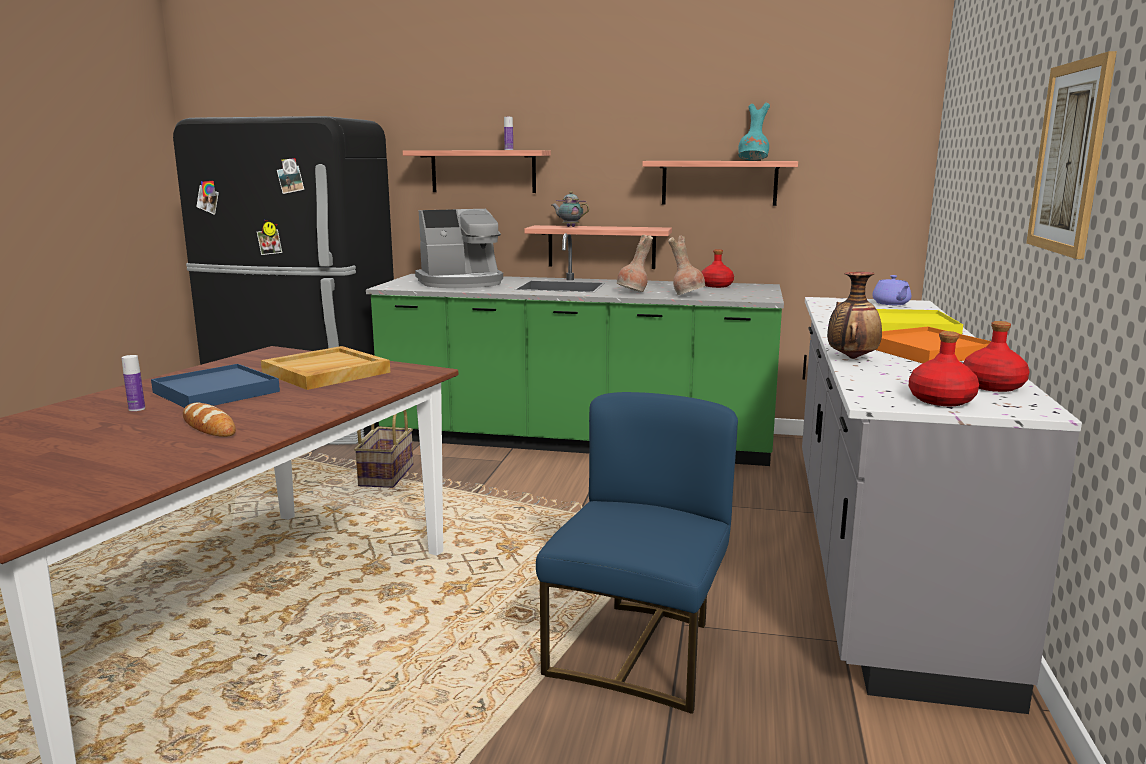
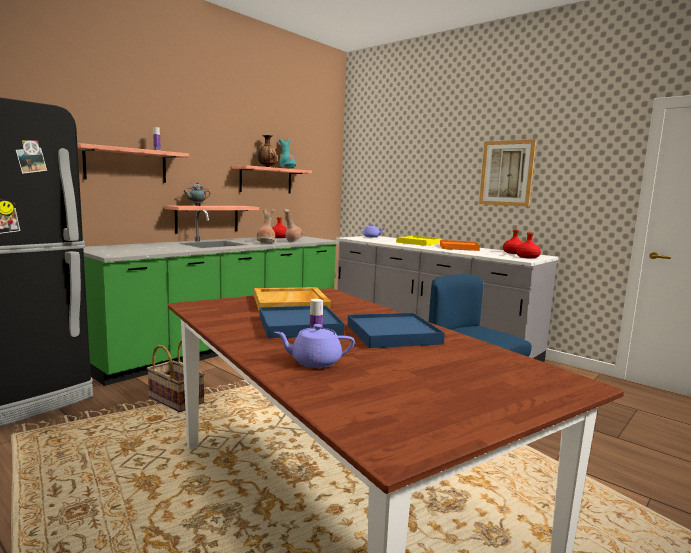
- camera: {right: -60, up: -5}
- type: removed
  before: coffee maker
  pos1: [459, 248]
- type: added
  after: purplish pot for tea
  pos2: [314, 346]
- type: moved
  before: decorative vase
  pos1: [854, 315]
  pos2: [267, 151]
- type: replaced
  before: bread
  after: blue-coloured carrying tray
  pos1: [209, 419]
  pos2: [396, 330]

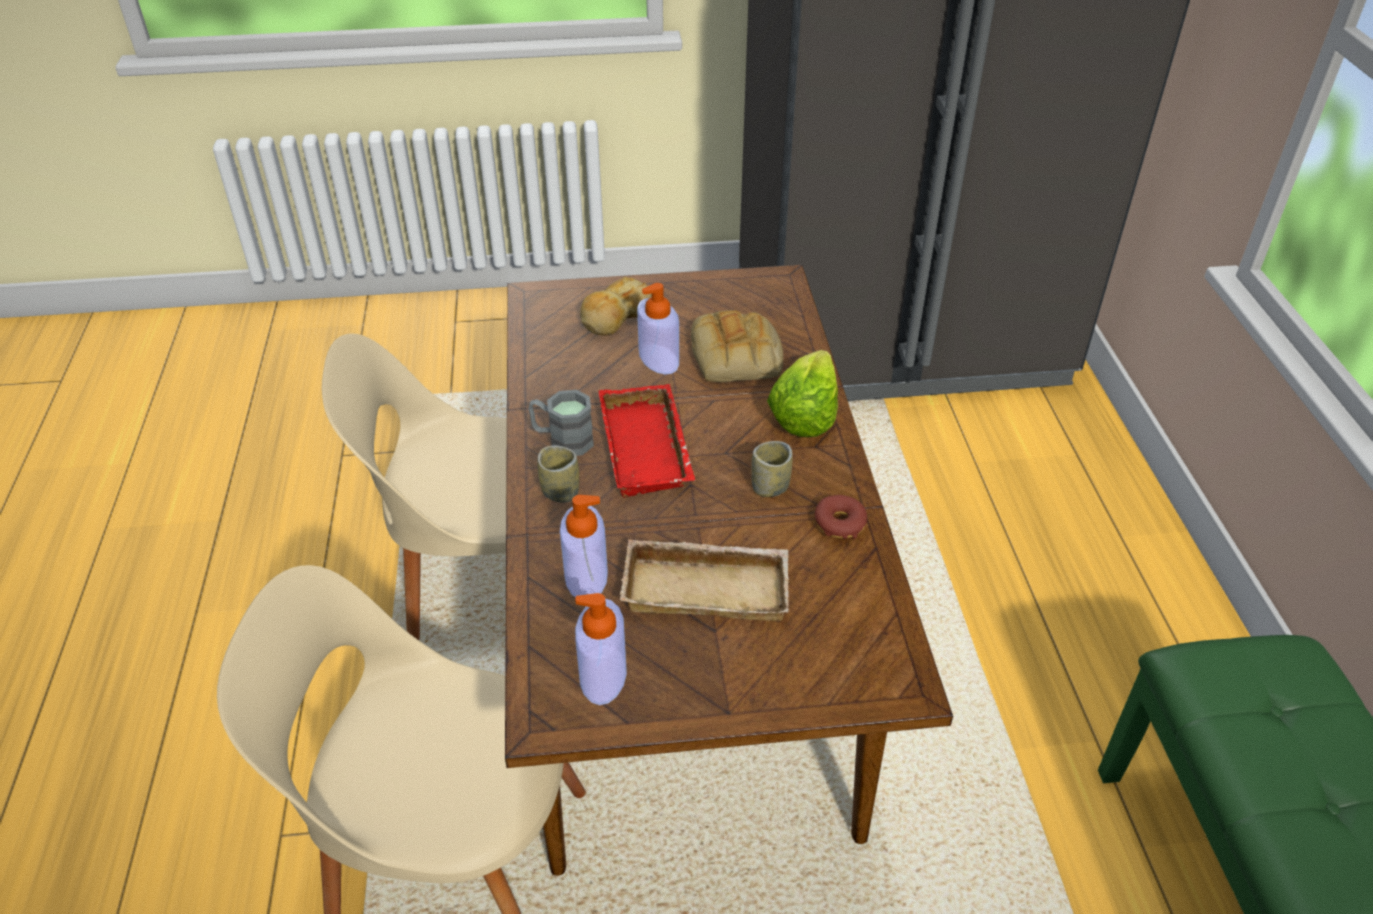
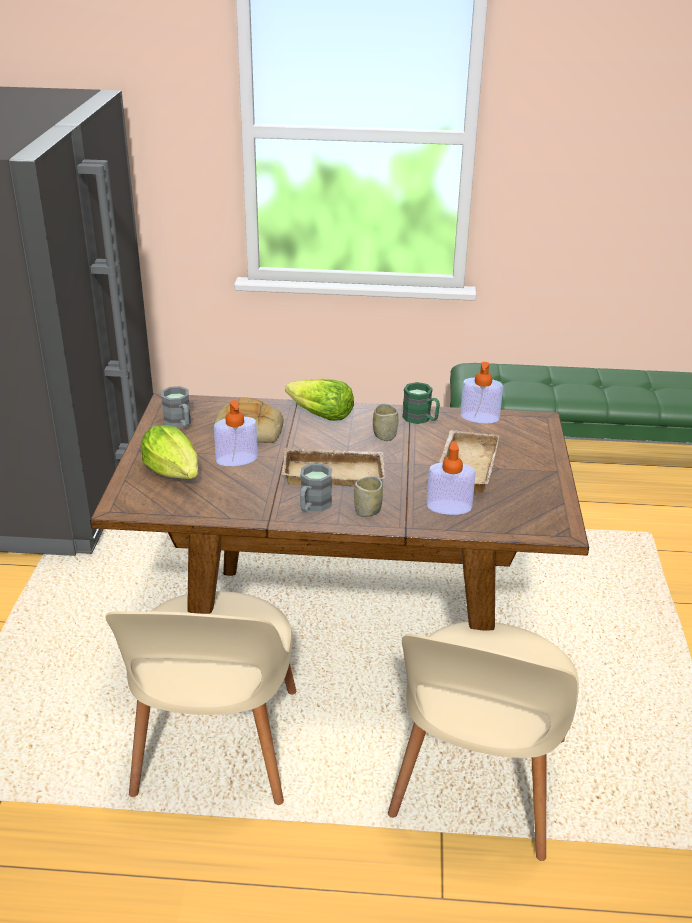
- camera: {right: -80, up: -10}
- type: added
  after: gray coffee mug
  pos2: [176, 407]
- type: moved
  before: soap dispenser
  pos1: [601, 649]
  pos2: [481, 392]
- type: replaced
  before: bread
  after: lettuce head
  pos1: [616, 306]
  pos2: [170, 452]
- type: replaced
  before: donut
  after: greenish coffee mug
  pos1: [841, 517]
  pos2: [421, 403]
- type: recoloured
  before: red-coloured carrying tray
  after: beige-coloured carrying tray
  pos1: [647, 441]
  pos2: [333, 467]

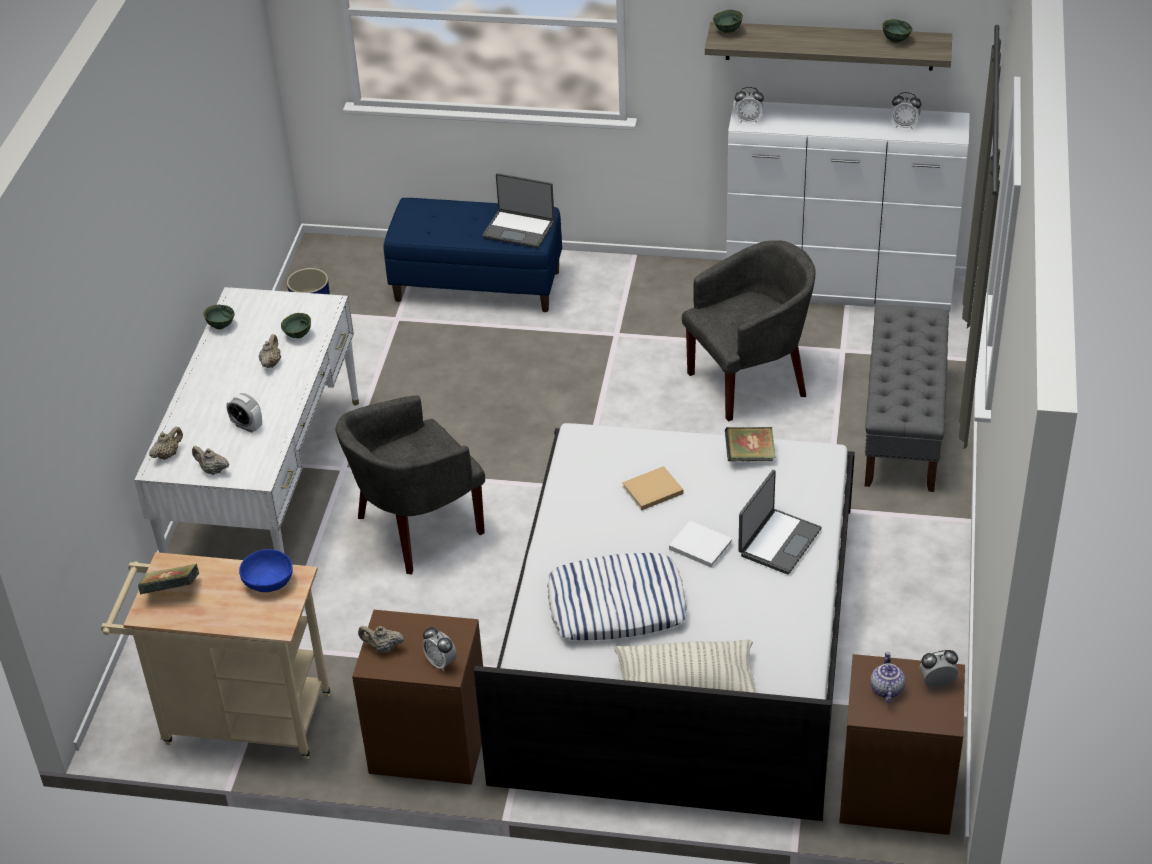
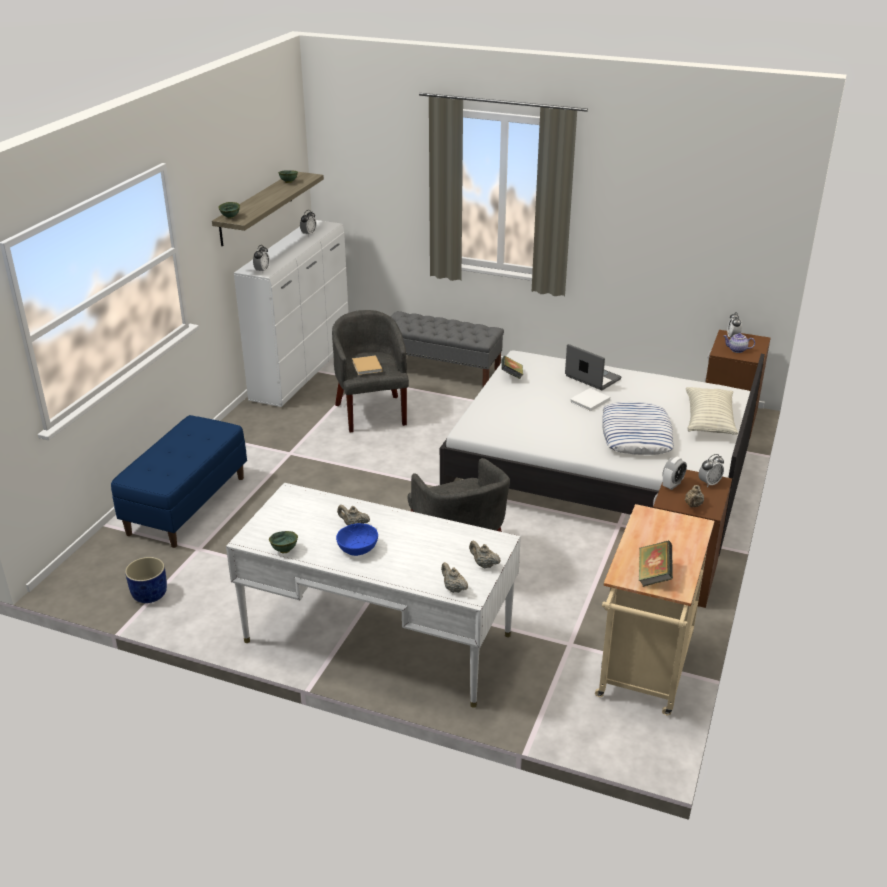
- camera: {right: -80, up: -10}
- type: removed
  before: greenish serving bowl
  pos1: [296, 326]
- type: removed
  before: portable computer
  pos1: [518, 210]
- type: moved
  before: alarm clock
  pos1: [244, 413]
  pos2: [674, 473]
- type: moved
  before: blue-coloured serving bowl
  pos1: [266, 570]
  pos2: [357, 539]
- type: moved
  before: beige-coloured volume
  pos1: [653, 488]
  pos2: [367, 365]
- type: turned
  before: beige-coloured pot for tea
  pos1: [210, 460]
  pos2: [485, 555]
  turn: 90

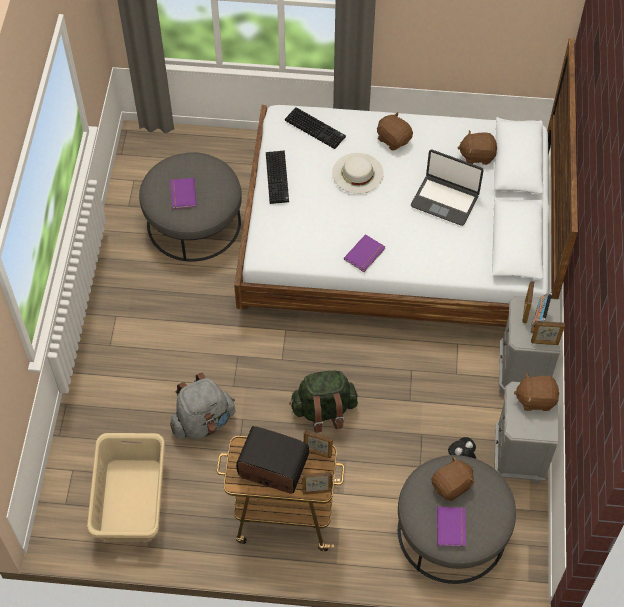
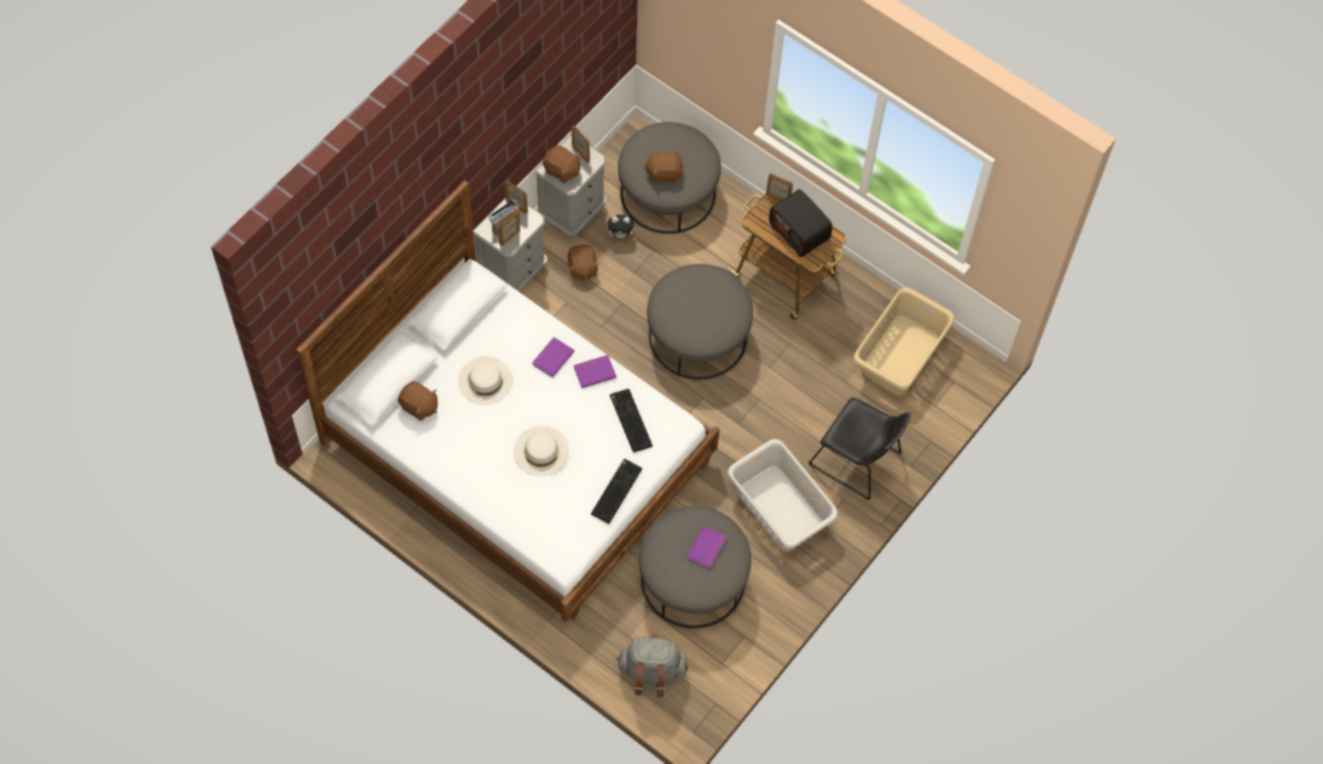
- camera: {right: -150, up: 5}
- type: added
  after: gray laundry basket
  pos2: [782, 494]
- type: added
  after: black plain chair
  pos2: [859, 448]
- type: moved
  before: gray backpack
  pos1: [202, 406]
  pos2: [652, 665]
- type: moved
  before: keyboard
  pos1: [315, 128]
  pos2: [631, 421]
- type: moved
  before: standing frame
  pos1: [318, 444]
  pos2: [580, 144]
- type: moved
  before: brown plush toy
  pos1: [395, 131]
  pos2: [584, 263]
- type: moved
  before: purplish volume
  pos1: [451, 527]
  pos2: [553, 357]
- type: replaced
  before: greenish backpack
  after: gray footrest
  pos1: [323, 401]
  pos2: [700, 322]
- type: replaced
  before: portable computer
  after: whitish hat
  pos1: [447, 188]
  pos2: [485, 380]

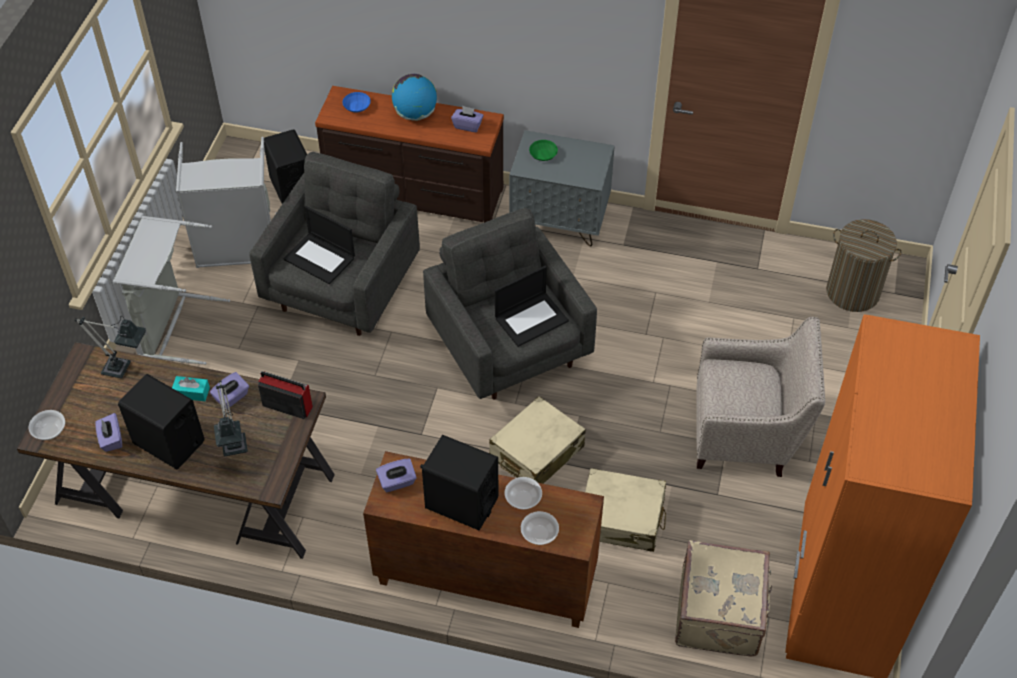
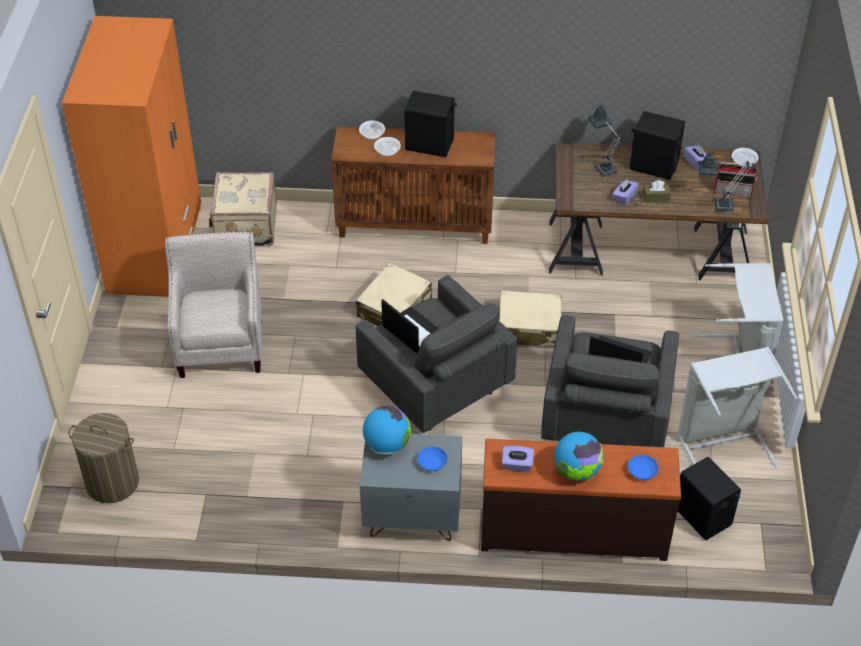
- camera: {right: 170, up: -5}
- type: removed
  before: purplish box of tissues
  pos1: [396, 475]
- type: added
  after: desk globe
  pos2: [387, 430]
- type: moved
  before: radio
  pos1: [285, 395]
  pos2: [735, 181]
- type: moved
  before: beige-coloured travel case
  pos1: [625, 510]
  pos2: [530, 318]
- type: recoloured
  before: blue-green box of tissues
  after: brown box of tissues
  pos1: [191, 388]
  pos2: [657, 191]
- type: recoloured
  before: greenish serving bowl
  after: blue-coloured serving bowl
  pos1: [543, 150]
  pos2: [432, 459]
- type: turned
  before: portable computer
  pos1: [532, 306]
  pos2: [409, 326]
  turn: 90
- type: turned
  before: beige-coloured armchair
  pos1: [761, 397]
  pos2: [213, 305]
  turn: 90

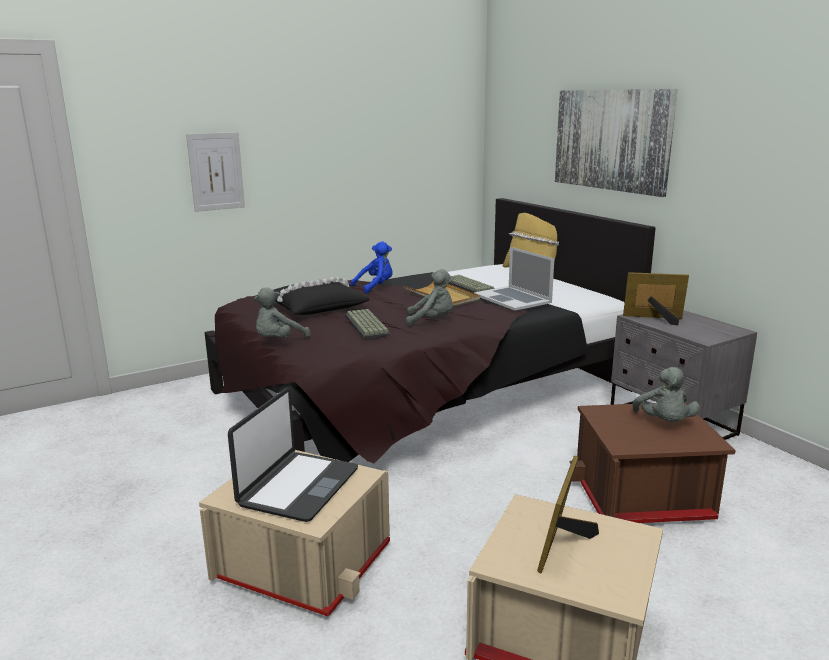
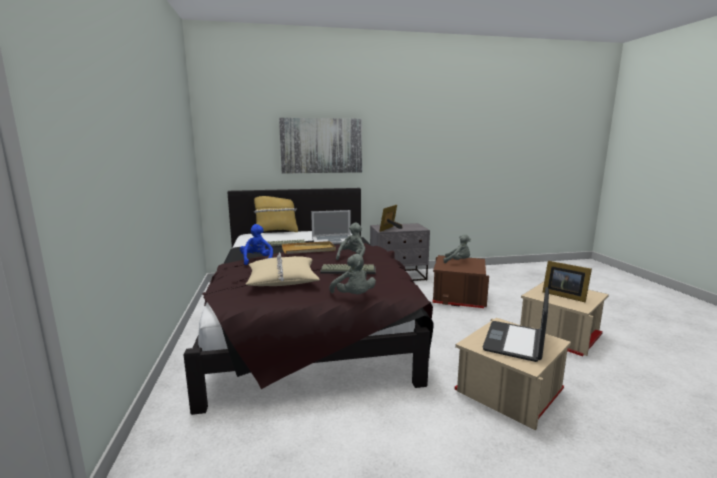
- camera: {right: -70, up: -5}
- type: removed
  before: picture
  pos1: [215, 172]
- type: recoloured
  before: black pillow
  after: beige-coloured pillow
  pos1: [322, 296]
  pos2: [282, 269]
- type: turned
  before: portable computer
  pos1: [293, 455]
  pos2: [516, 324]
  turn: -105

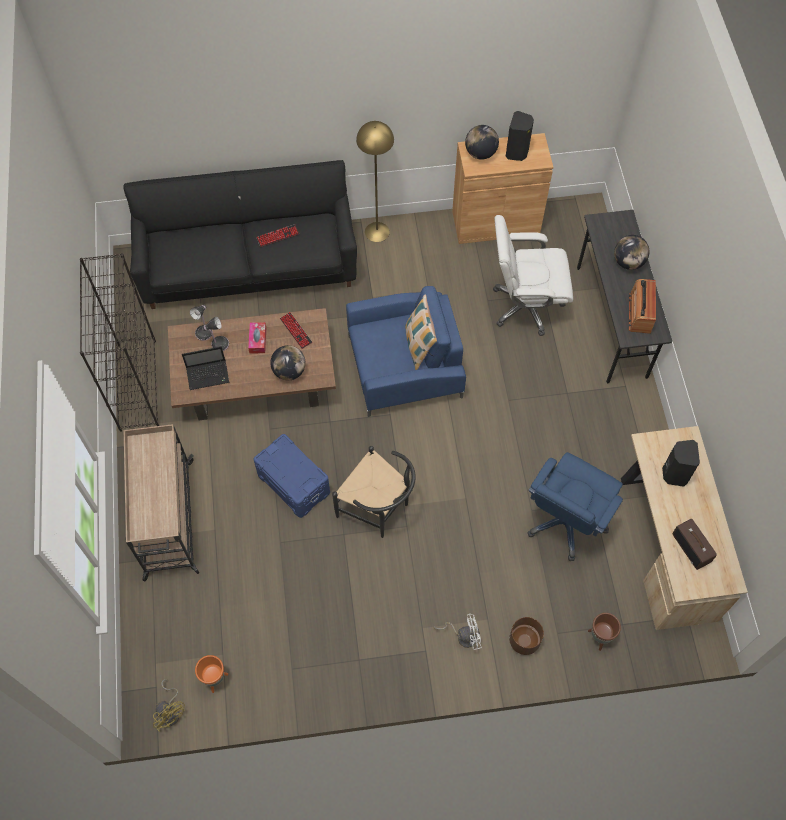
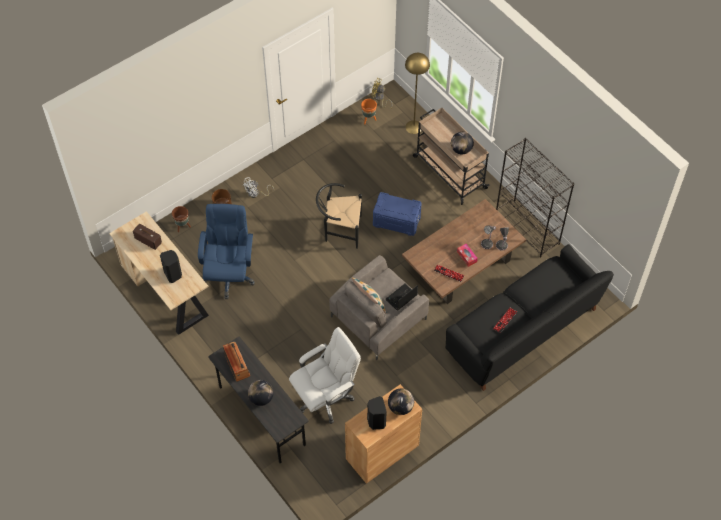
- camera: {right: 150, up: -5}
- type: moved
  before: portable computer
  pos1: [205, 368]
  pos2: [401, 297]
- type: moved
  before: desk globe
  pos1: [288, 362]
  pos2: [462, 143]
- type: moved
  before: yellow-coloured standing lamp
  pos1: [375, 181]
  pos2: [417, 93]
- type: recoloured
  before: blue-coloured armchair
  after: gray armchair
  pos1: [406, 351]
  pos2: [379, 307]

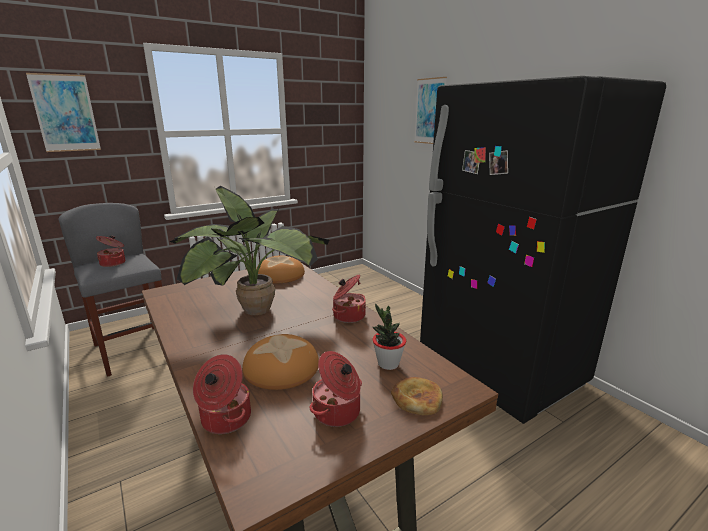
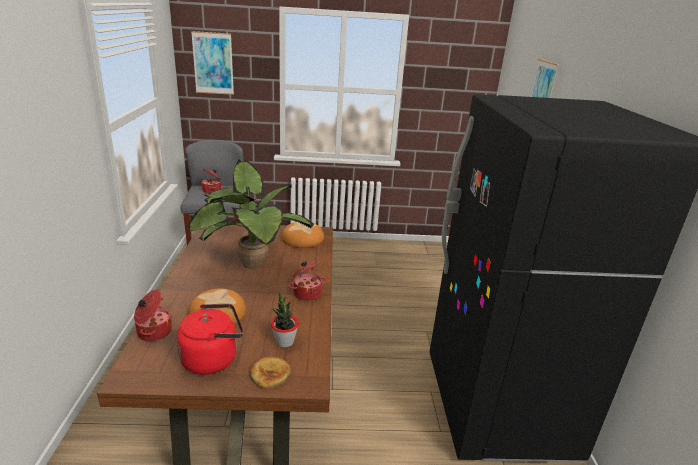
- camera: {right: 30, up: 5}
- type: replaced
  before: cooking pot
  after: red-coloured tea kettle
  pos1: [335, 389]
  pos2: [210, 339]

